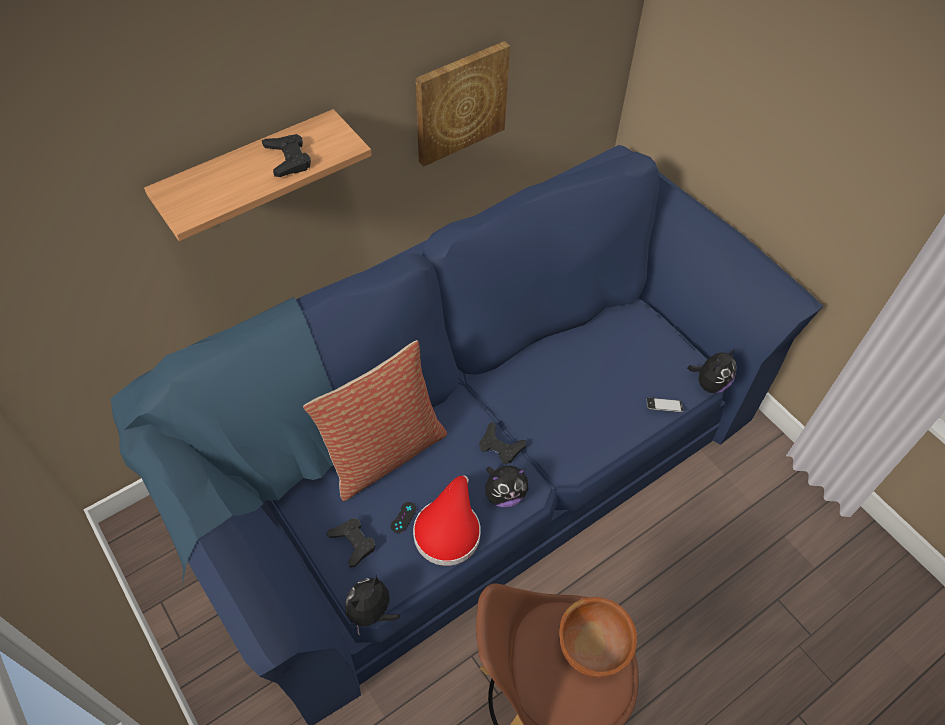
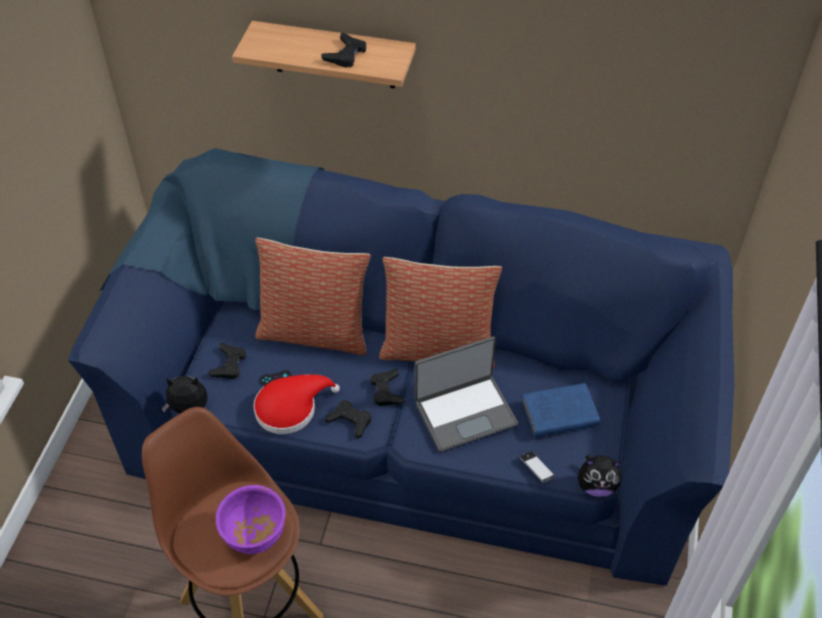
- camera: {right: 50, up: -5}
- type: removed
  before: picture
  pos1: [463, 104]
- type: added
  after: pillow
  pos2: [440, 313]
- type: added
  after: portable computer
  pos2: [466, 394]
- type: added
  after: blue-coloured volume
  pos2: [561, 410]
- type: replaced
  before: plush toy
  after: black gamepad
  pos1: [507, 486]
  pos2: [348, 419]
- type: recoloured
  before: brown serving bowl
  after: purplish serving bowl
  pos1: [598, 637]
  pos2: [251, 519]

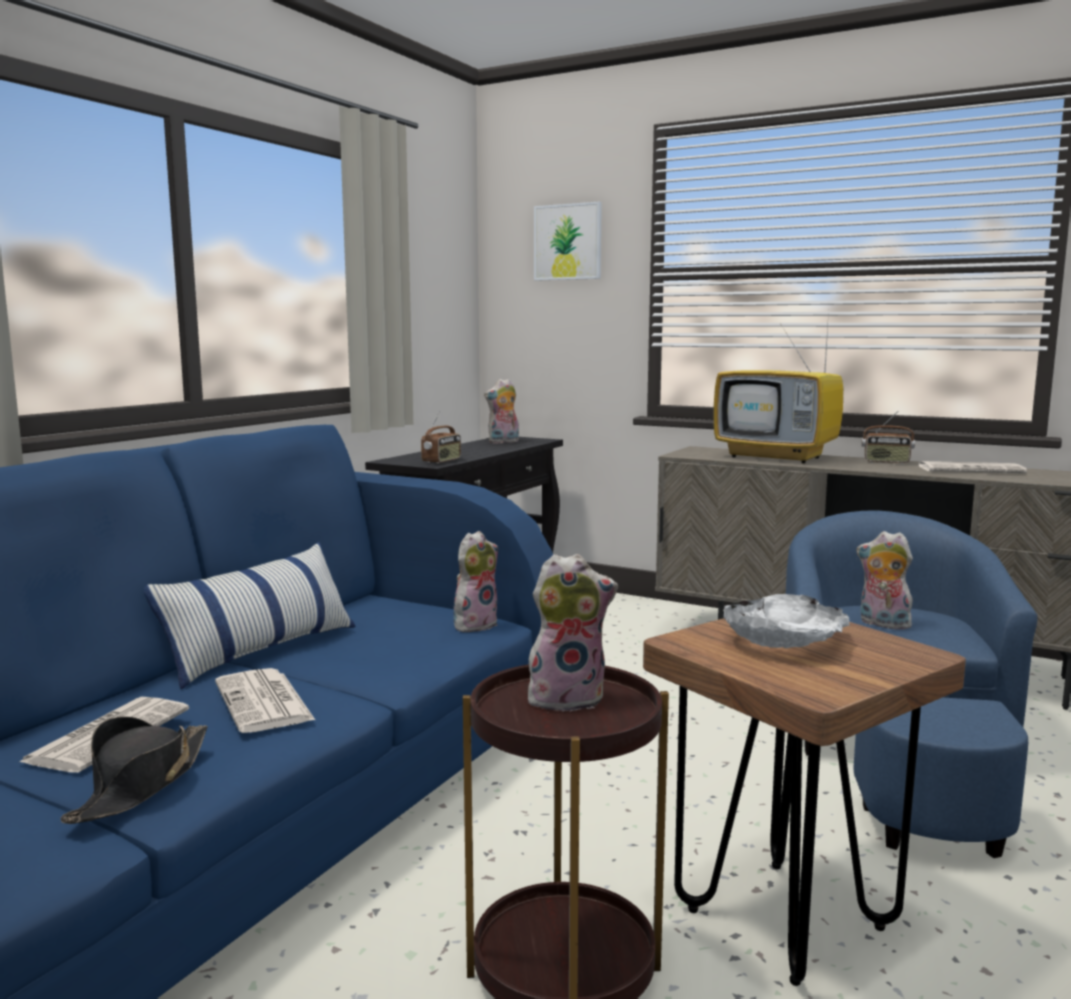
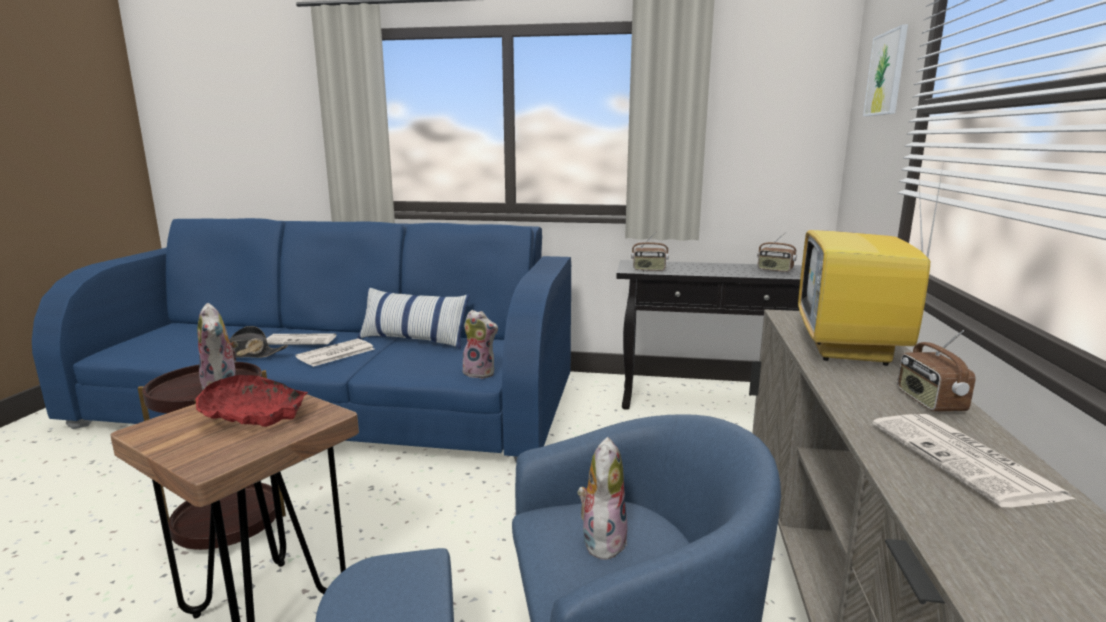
- camera: {right: 70, up: 5}
- type: replaced
  before: plush toy
  after: radio
  pos1: [501, 411]
  pos2: [777, 252]
- type: recoloured
  before: whitish serving bowl
  after: red-coloured serving bowl
  pos1: [787, 621]
  pos2: [252, 401]

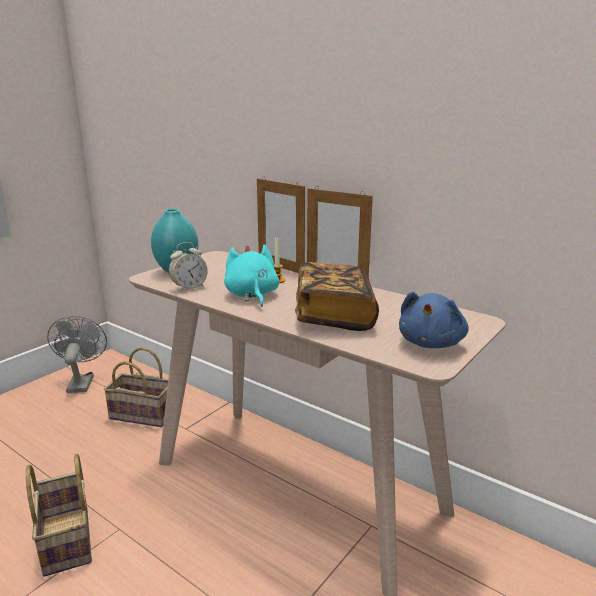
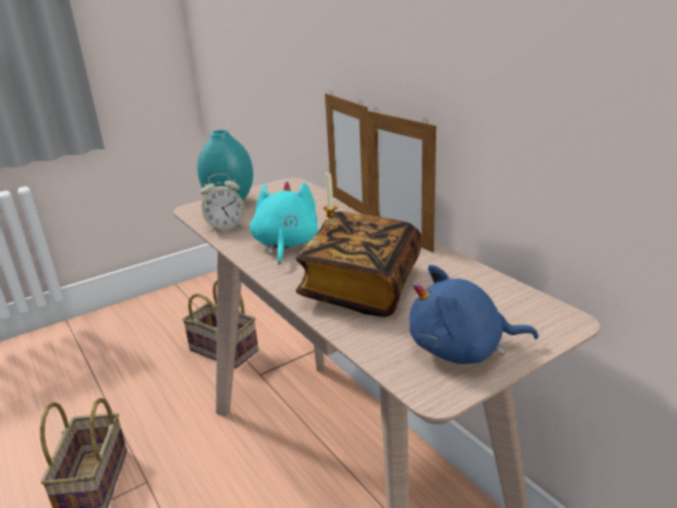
- camera: {right: 20, up: 5}
- type: removed
  before: gray cooling fan
  pos1: [77, 354]
- type: turned
  before: blue-coloured plush toy
  pos1: [434, 320]
  pos2: [473, 314]
  turn: 45

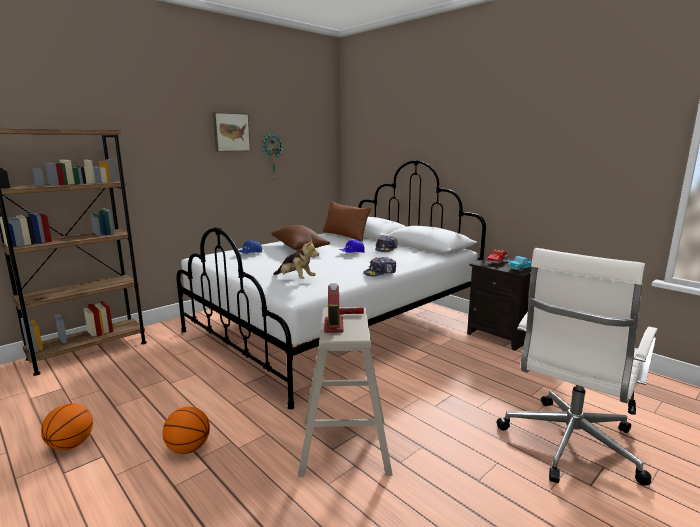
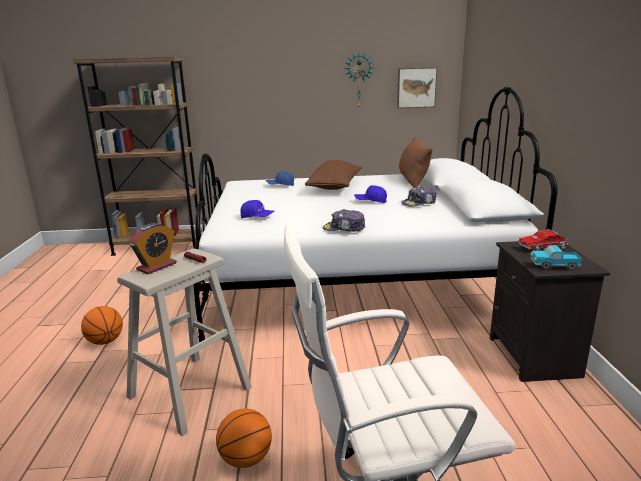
- camera: {right: 40, up: 5}
- type: moved
  before: ball for basketball
  pos1: [67, 427]
  pos2: [244, 438]
- type: moved
  before: picture
  pos1: [232, 132]
  pos2: [417, 87]
- type: replaced
  before: plush toy
  after: blue-coloured cap
  pos1: [296, 259]
  pos2: [257, 209]

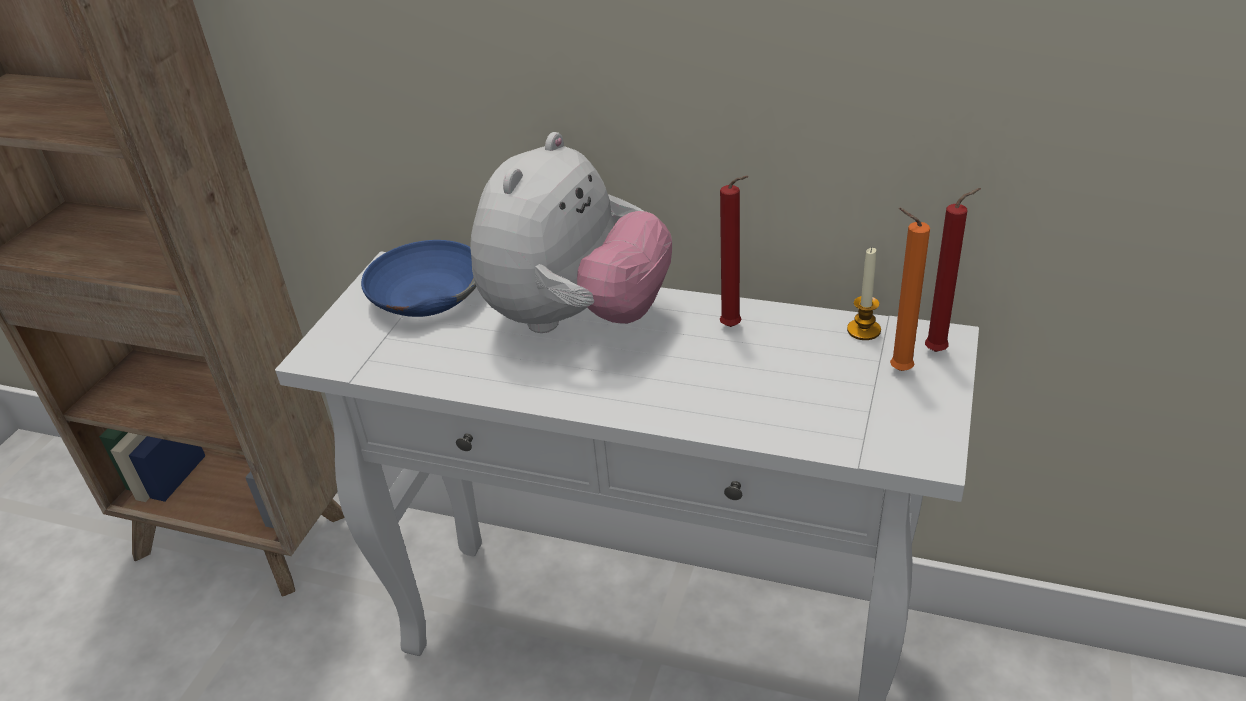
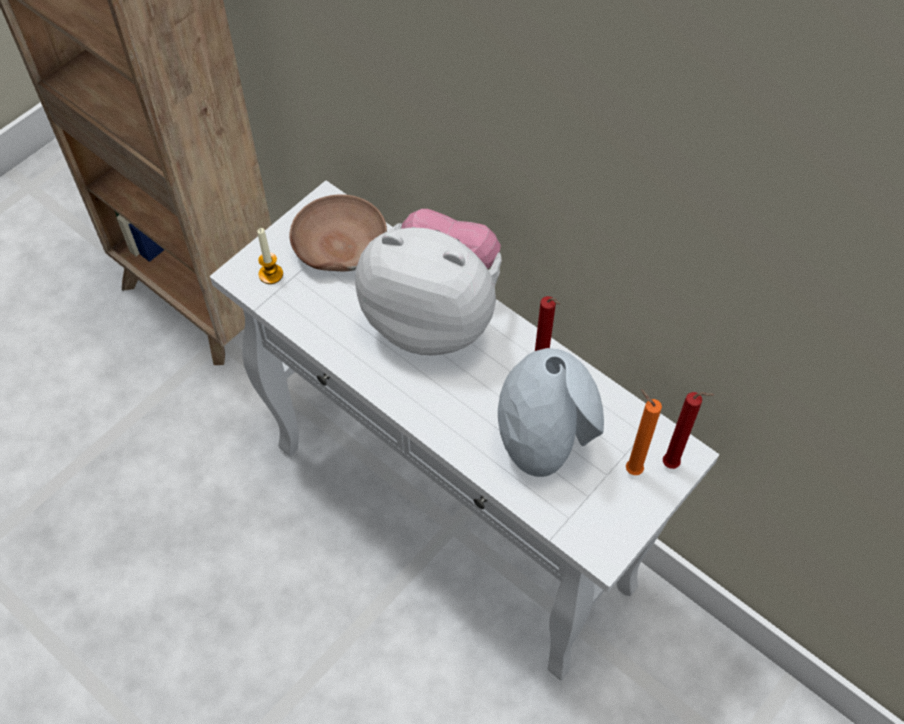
- camera: {right: 20, up: 20}
- type: added
  after: gray decorative vase
  pos2: [551, 412]
- type: moved
  before: wax candle
  pos1: [864, 293]
  pos2: [270, 256]
- type: recoloured
  before: blue-coloured serving bowl
  after: brown serving bowl
  pos1: [418, 278]
  pos2: [338, 232]
- type: turned
  before: plush toy
  pos1: [571, 232]
  pos2: [429, 282]
  turn: -120

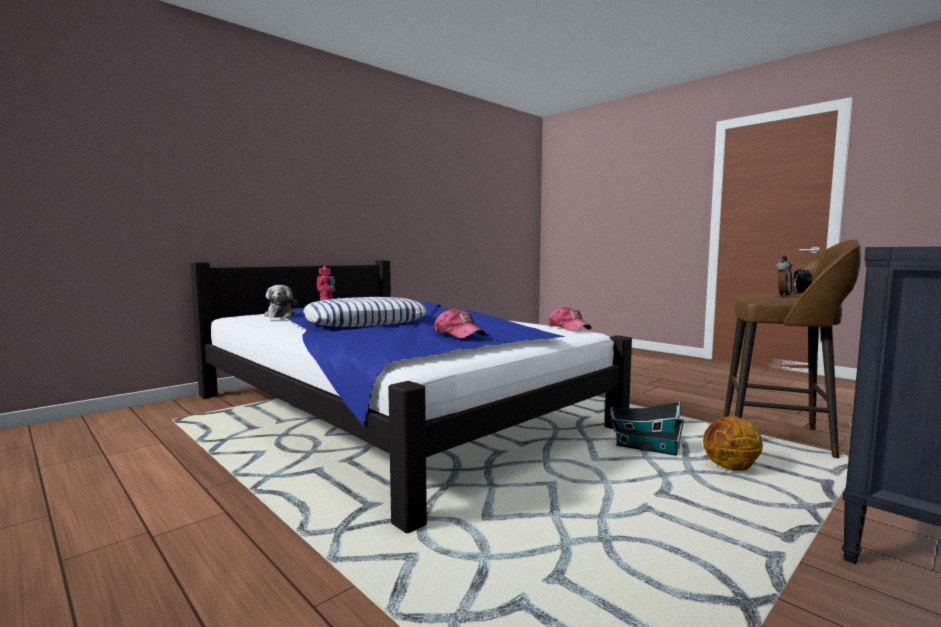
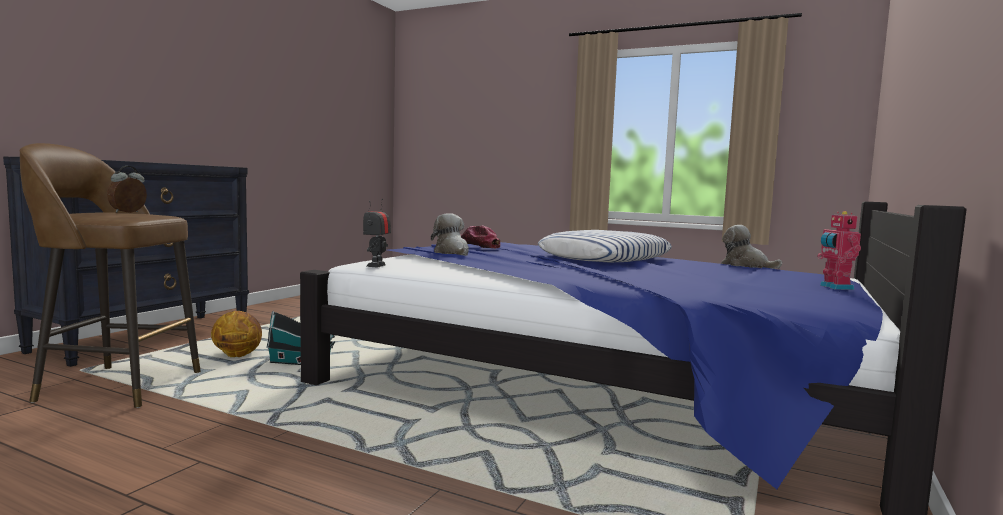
- camera: {right: 160, up: 0}
- type: removed
  before: alarm clock
  pos1: [802, 279]
- type: added
  after: plush toy
  pos2: [450, 234]
- type: replaced
  before: cap
  after: toy robot
  pos1: [570, 319]
  pos2: [377, 233]

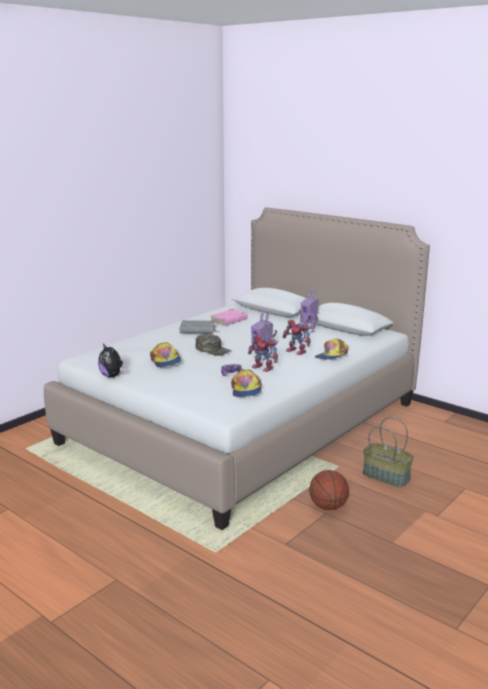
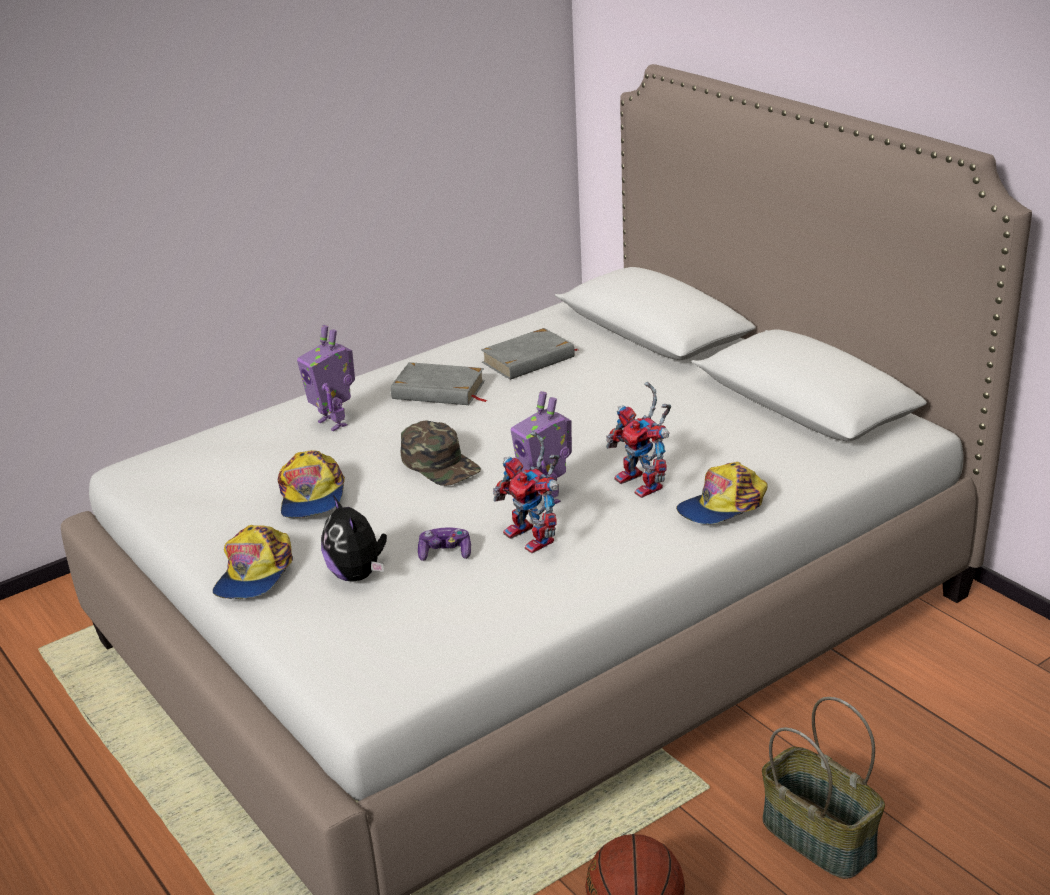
- camera: {right: 15, up: 10}
- type: moved
  before: plush toy
  pos1: [111, 360]
  pos2: [354, 538]
- type: moved
  before: cap
  pos1: [246, 383]
  pos2: [253, 562]
- type: moved
  before: toy robot
  pos1: [309, 311]
  pos2: [326, 378]
- type: recoloured
  before: pink-coloured volume
  after: gray volume
  pos1: [229, 317]
  pos2: [529, 354]

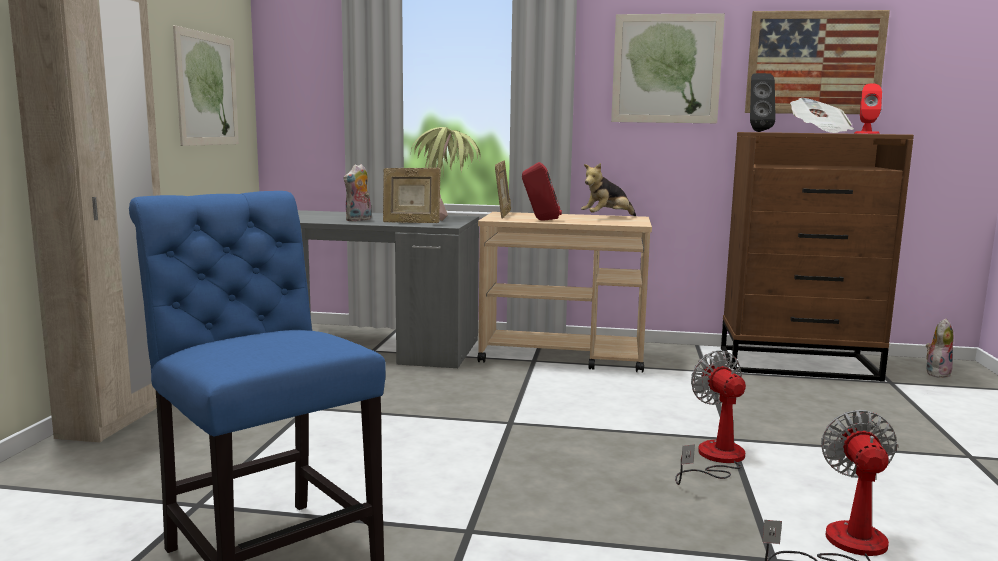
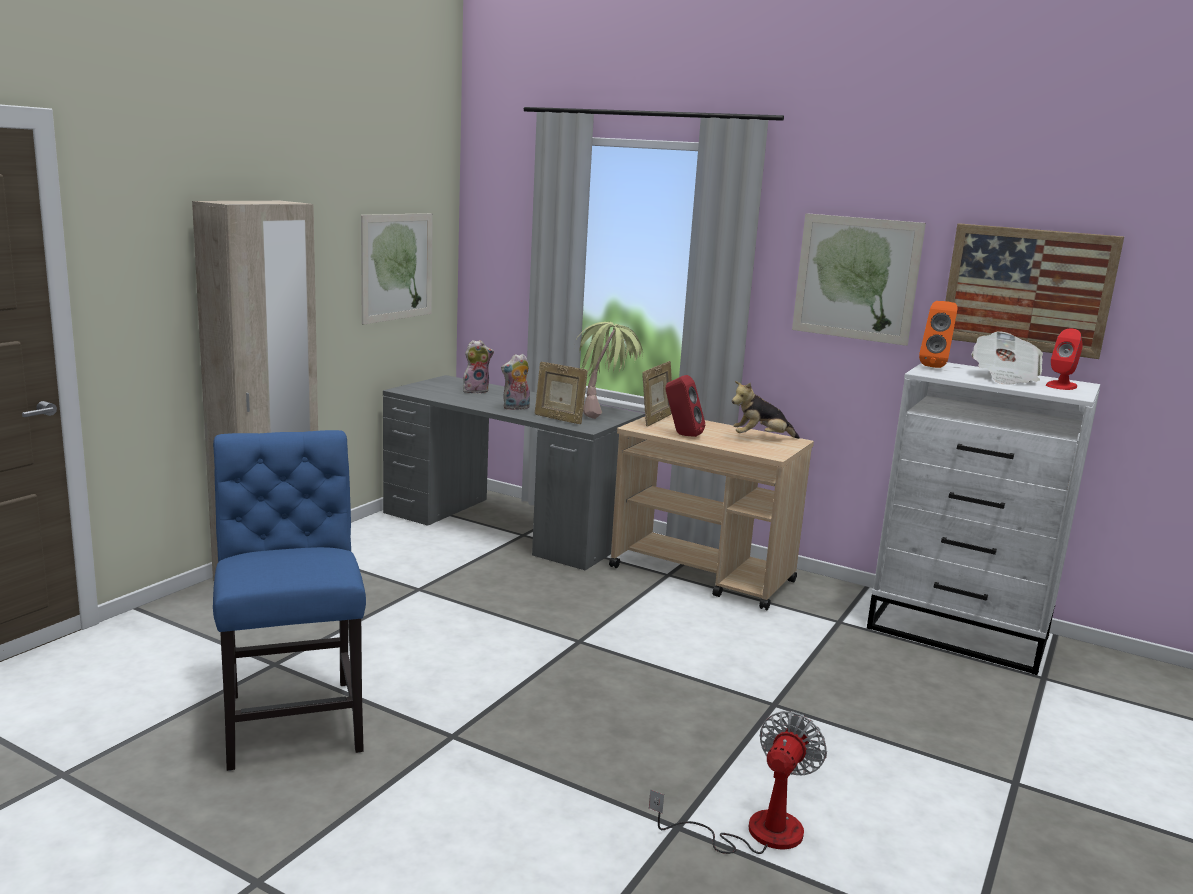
- camera: {right: 20, up: 5}
- type: removed
  before: cooling fan
  pos1: [710, 417]
- type: moved
  before: plush toy
  pos1: [939, 348]
  pos2: [478, 367]
- type: recoloured
  before: brown drawer chest
  after: whitish drawer chest
  pos1: [817, 257]
  pos2: [983, 518]
- type: recoloured
  before: black speaker
  after: orangey speaker
  pos1: [763, 102]
  pos2: [938, 334]

